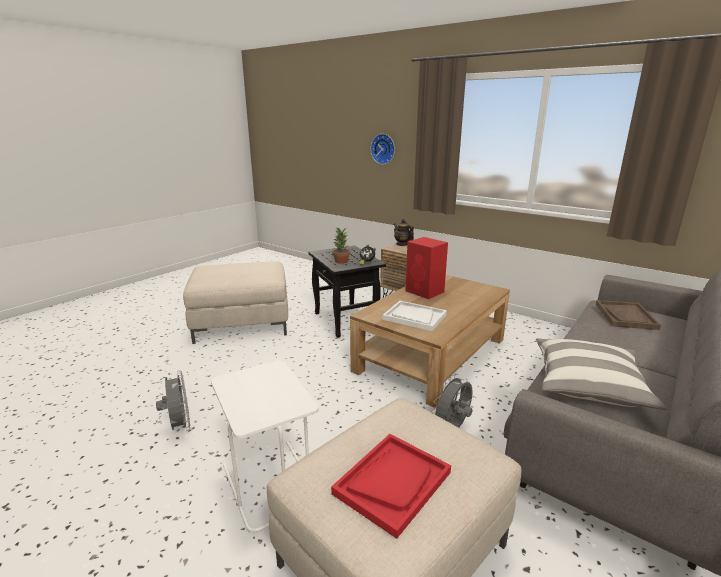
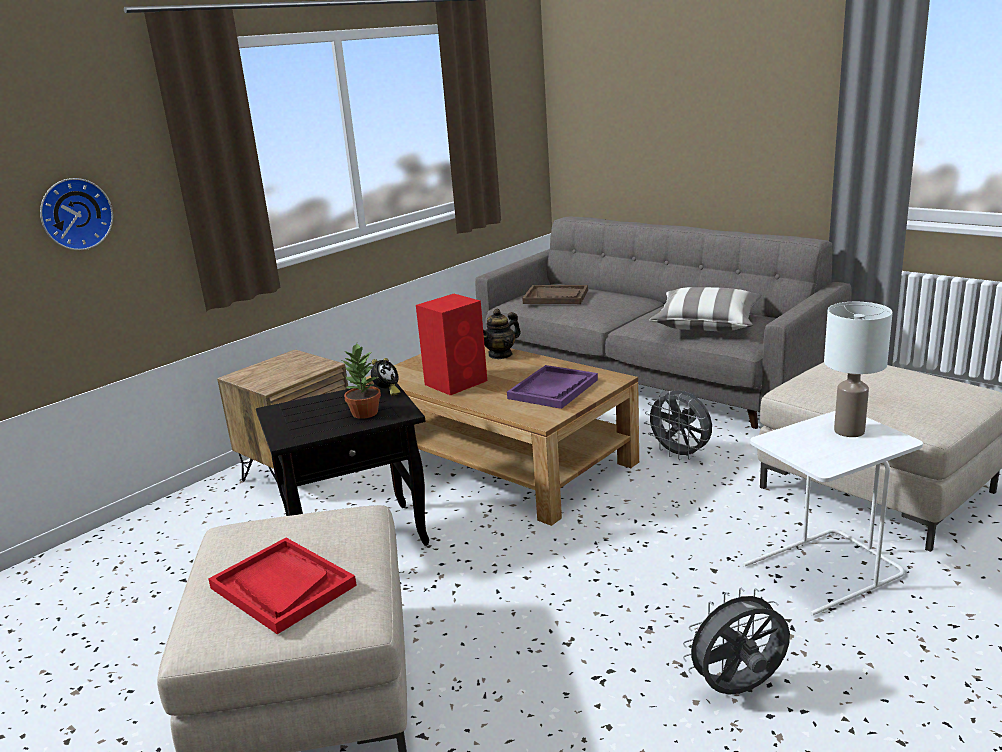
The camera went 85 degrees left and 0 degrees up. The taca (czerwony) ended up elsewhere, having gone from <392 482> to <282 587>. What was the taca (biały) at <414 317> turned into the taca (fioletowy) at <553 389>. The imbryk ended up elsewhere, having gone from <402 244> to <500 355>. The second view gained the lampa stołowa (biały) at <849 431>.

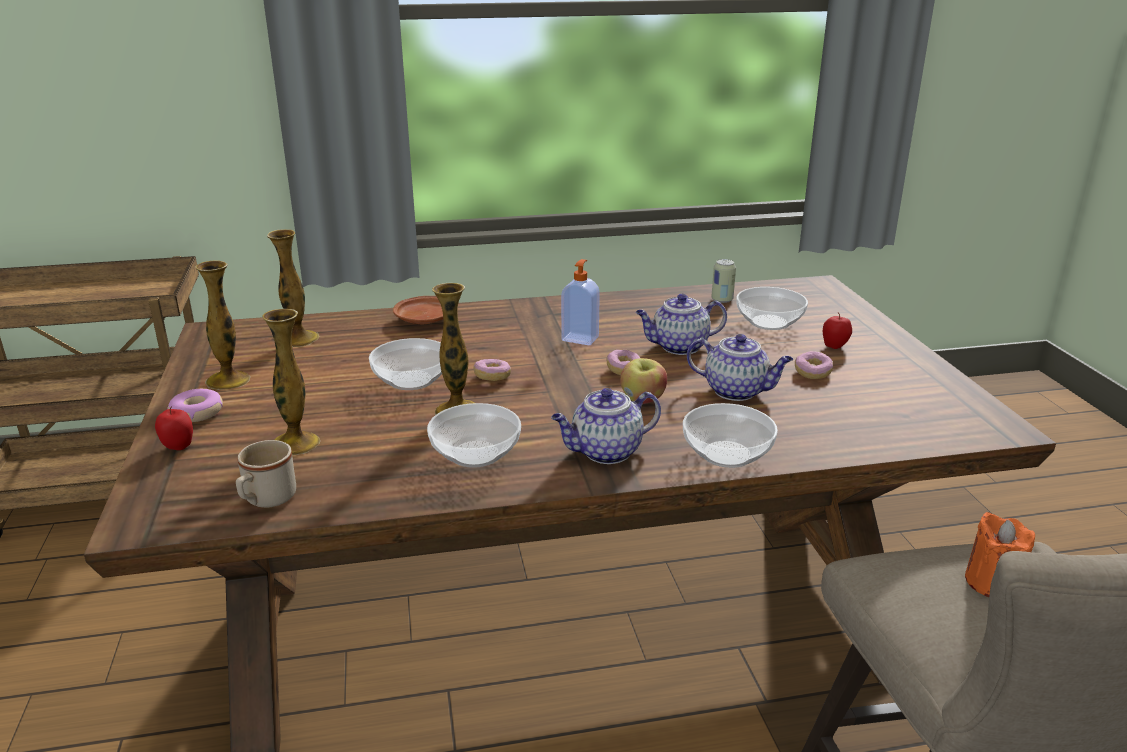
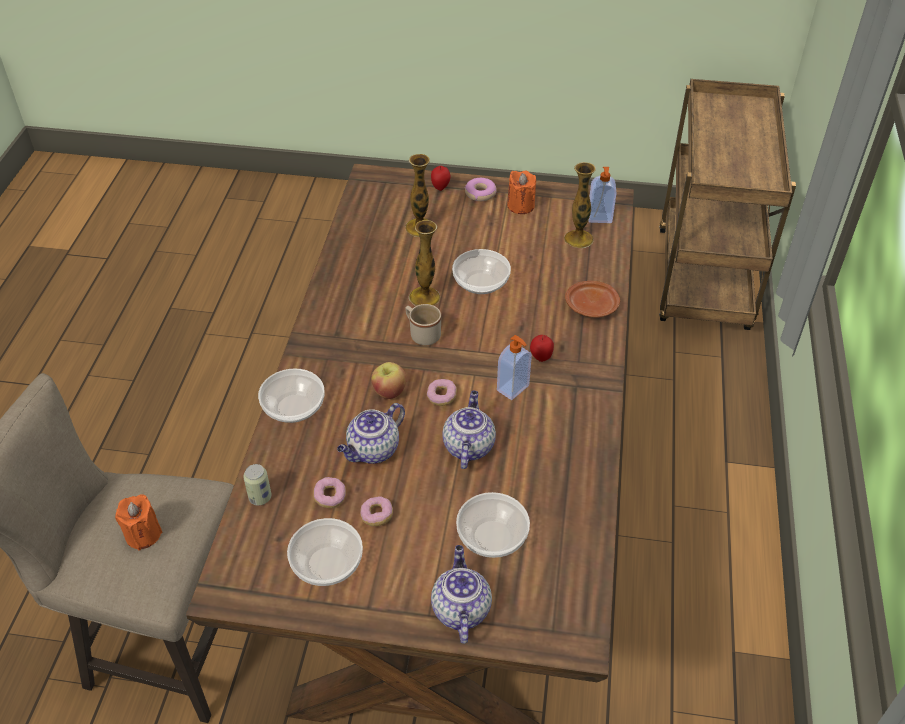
The camera went 110 degrees right and 20 degrees up. Where the wazon stood at <228 380>, the świeca (pomarańczowy) came to stand at <520 205>. The kubek (beżowy) ended up elsewhere, having gone from <266 500> to <422 334>. The miska ended up elsewhere, having gone from <475 455> to <326 563>. The donut ended up elsewhere, having gone from <492 377> to <330 497>. The imbryk ended up elsewhere, having gone from <605 452> to <460 609>. The puszka ended up elsewhere, having gone from <722 300> to <260 497>. The jabłko ended up elsewhere, having gone from <834 347> to <540 358>. The second view gained the dozownik mydła at <599 218>.

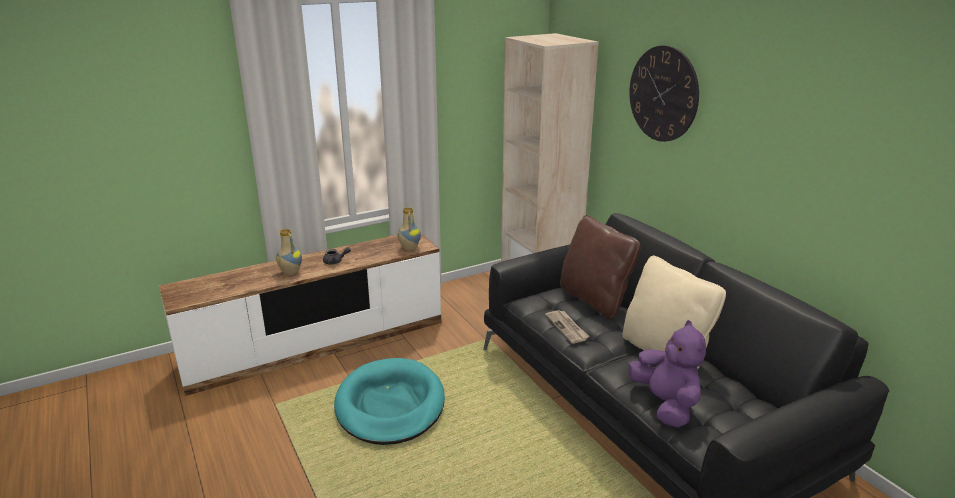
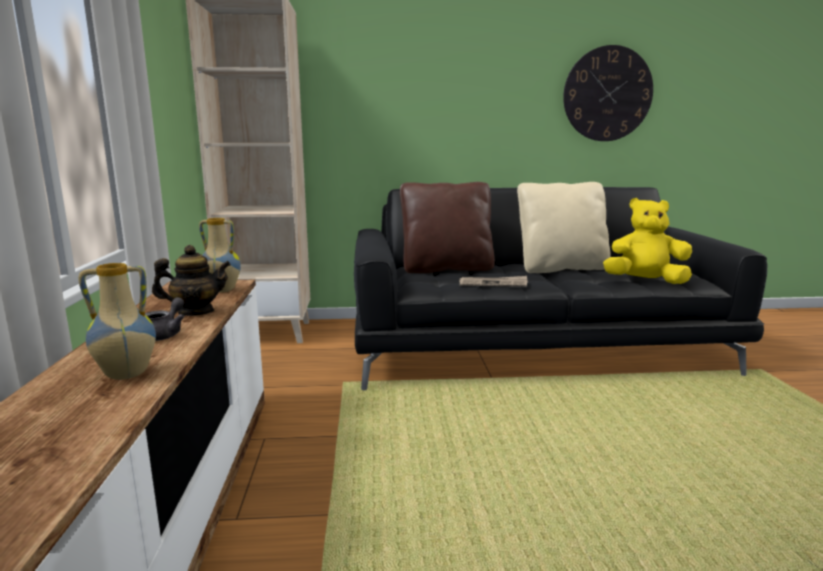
The camera went 65 degrees left and 10 degrees down. The second view lost the legowisko (turkusowy) at <390 405>. The zegar ścienny ended up elsewhere, having gone from <663 94> to <607 94>. What was the pluszak (fioletowy) at <665 404> turned into the pluszak (żółty) at <644 282>. The second view gained the imbryk at <196 312>.

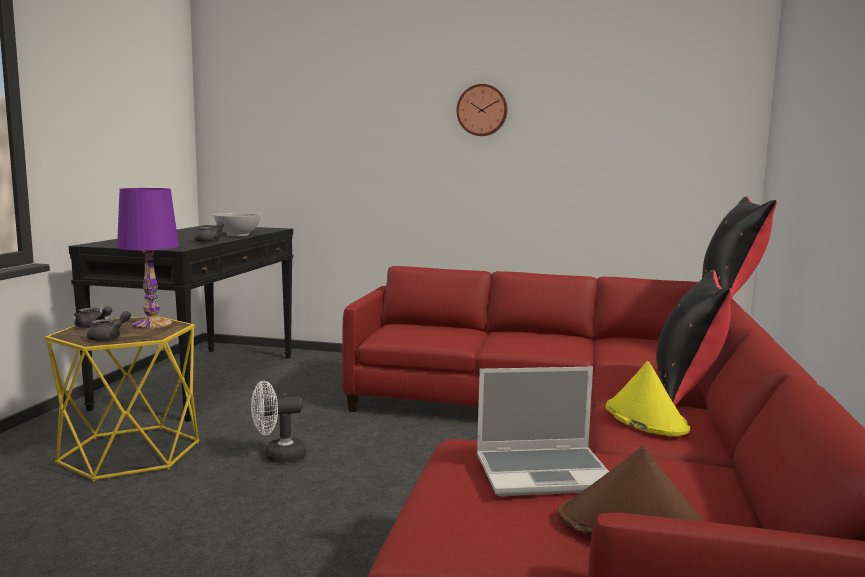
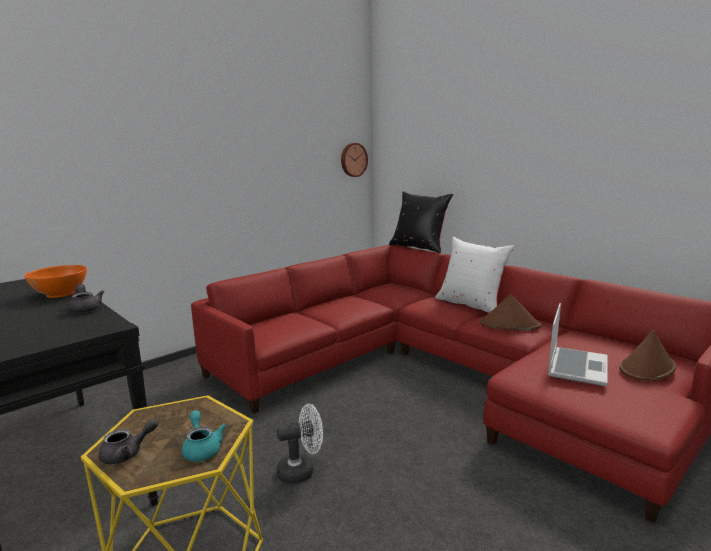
The camera went 55 degrees left and 5 degrees up. What was the imbryk (szary) at <109 338> turned into the imbryk (turkusowy) at <202 448>. The second view lost the lampa stołowa (fioletowy) at <151 324>. What was the miska (biały) at <238 235> turned into the miska (pomarańczowy) at <61 294>. The wentylator (biały) at <278 456> ended up facing another way, 120 degrees counterclockwise from before. The zegar ścienny ended up elsewhere, having gone from <482 110> to <353 160>. What was the kapelusz (żółty) at <645 418> turned into the kapelusz (brązowy) at <509 325>. What was the poduszka (czarny) at <687 389> turned into the poduszka (biały) at <471 305>.

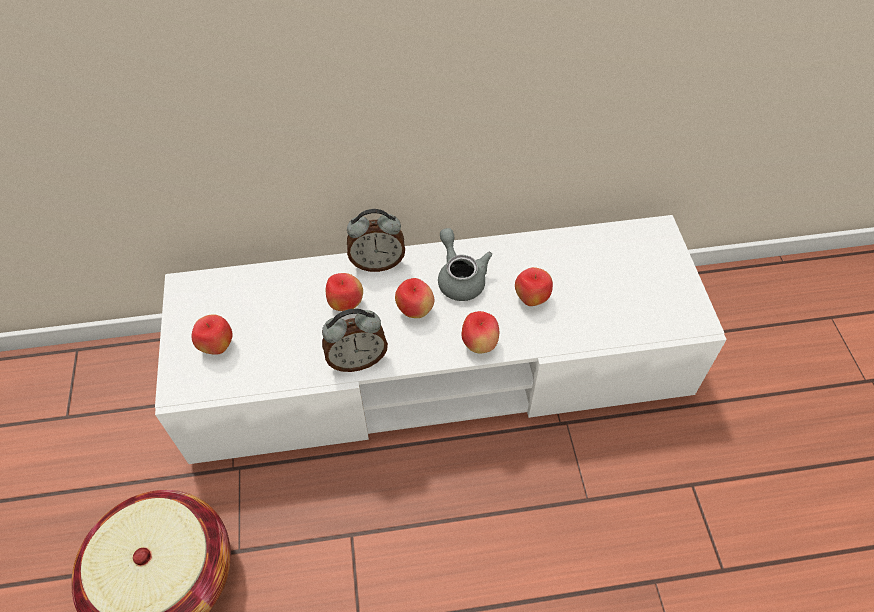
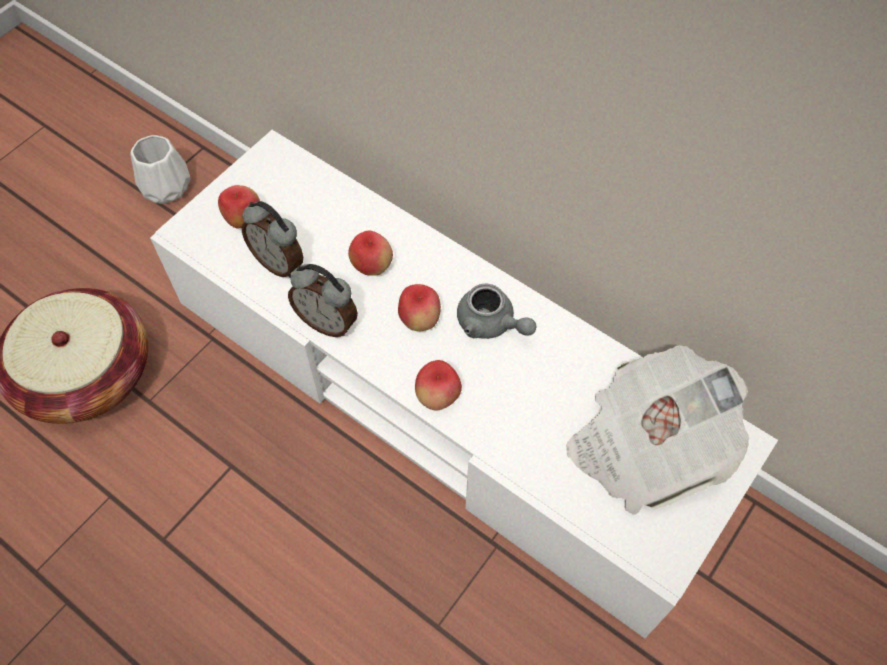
The camera went 45 degrees right and 5 degrees up. The budzik ended up elsewhere, having gone from <377 263> to <279 262>. The imbryk (szary) at <460 277> ended up facing another way, 105 degrees clockwise from before. The second view lost the jabłko at <531 298>. The second view gained the wazon (biały) at <167 188>. The second view gained the gazeta at <646 446>.

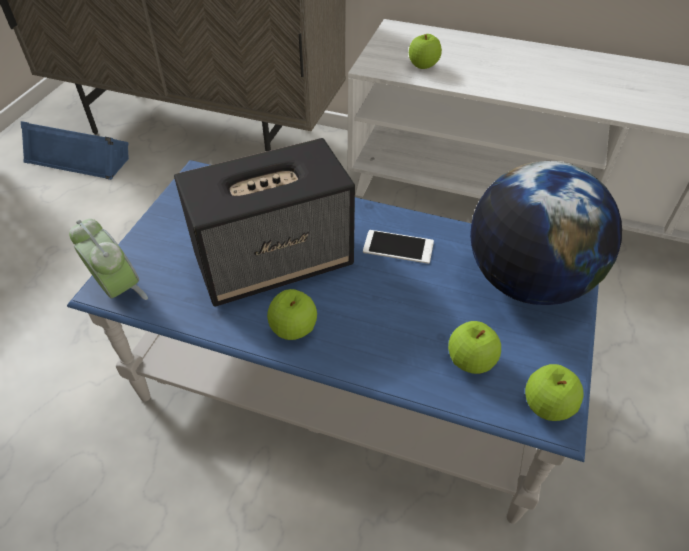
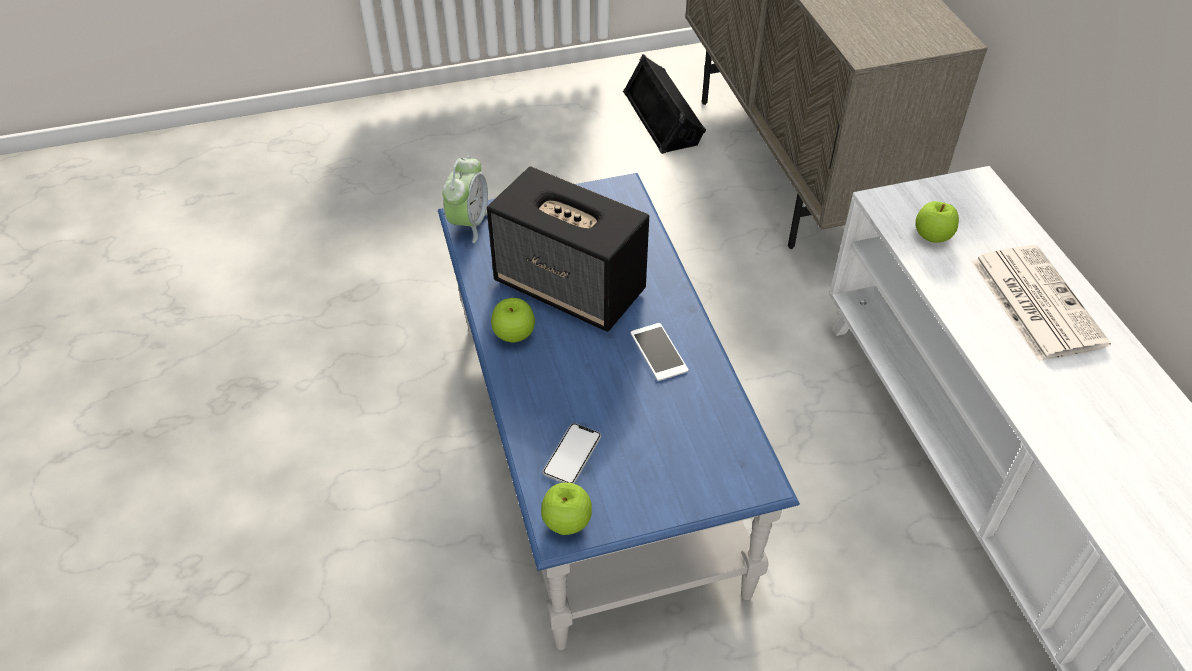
The camera went 55 degrees right and 0 degrees up. What was the głośnik (niebieski) at <79 157> turned into the głośnik (czarny) at <664 116>. Where the jabłko stood at <470 361>, the telefon came to stand at <572 455>. The second view lost the globus at <526 281>. The second view gained the gazeta at <1034 302>.

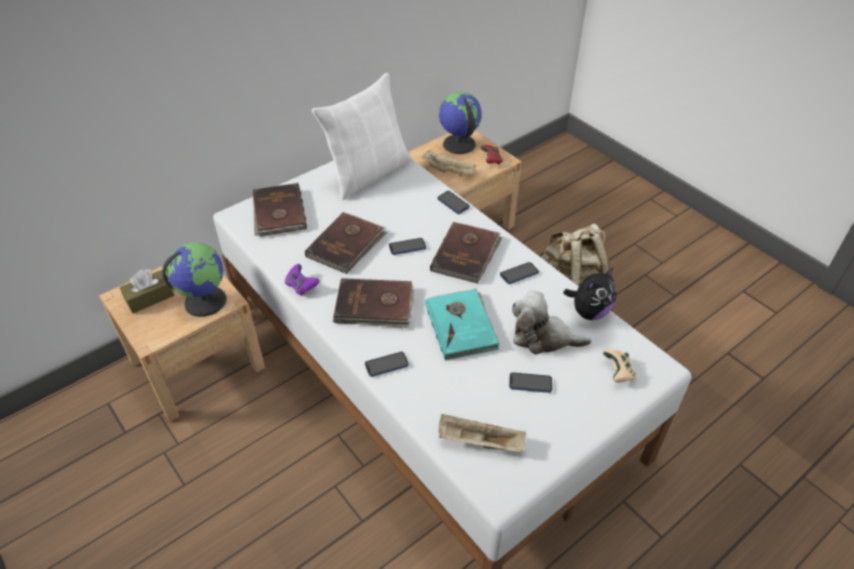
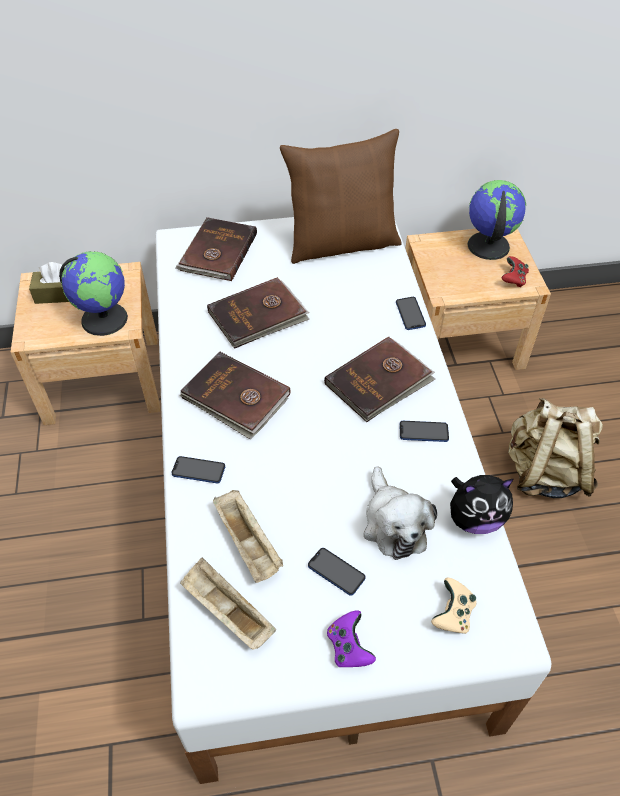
The camera went 30 degrees right and 5 degrees up. The pad do gier (fioletowy) ended up elsewhere, having gone from <301 286> to <349 646>. What was the poduszka (biały) at <368 173> turned into the poduszka (brązowy) at <342 242>. The second view lost the telefon at <407 247>. The taca (beżowy) ended up elsewhere, having gone from <449 171> to <249 544>. The second view lost the książka (turkusowy) at <462 325>. The pluszak at <543 337> ended up facing another way, 150 degrees counterclockwise from before.

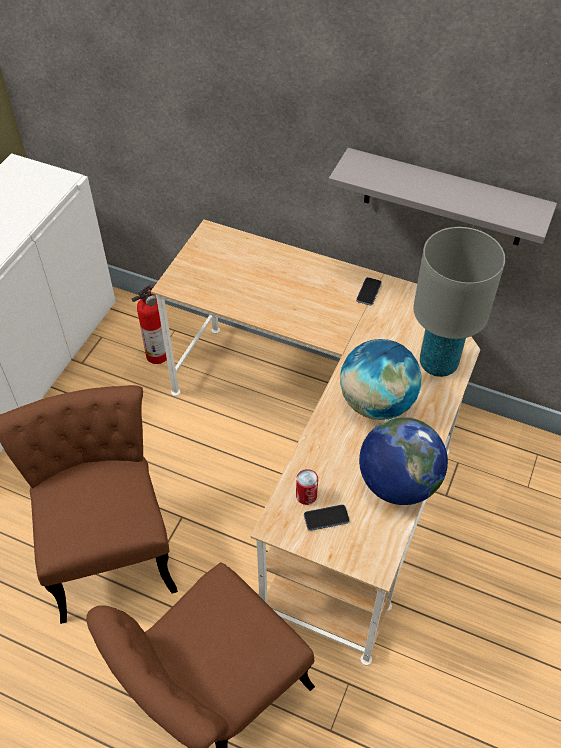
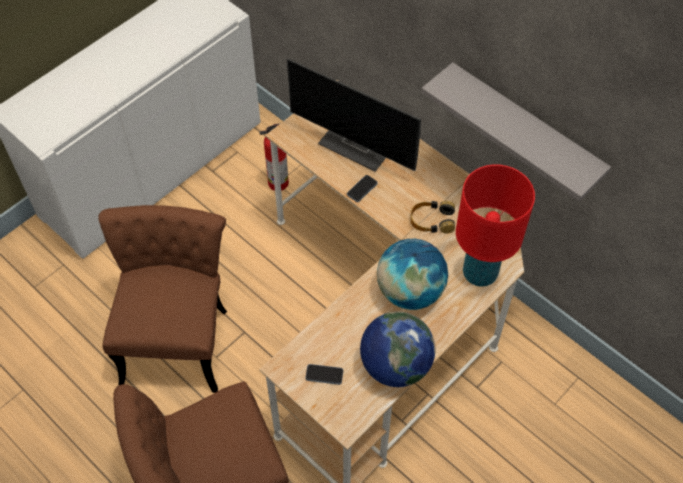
The camera went 20 degrees right and 5 degrees up. The second view lost the puszka at <306 495>. The telefon ended up elsewhere, having gone from <368 292> to <362 189>. What was the lampa stołowa (szary) at <438 363> turned into the lampa stołowa (czerwony) at <480 273>. The second view gained the monitor at <359 145>. The second view gained the słuchawki at <432 220>.

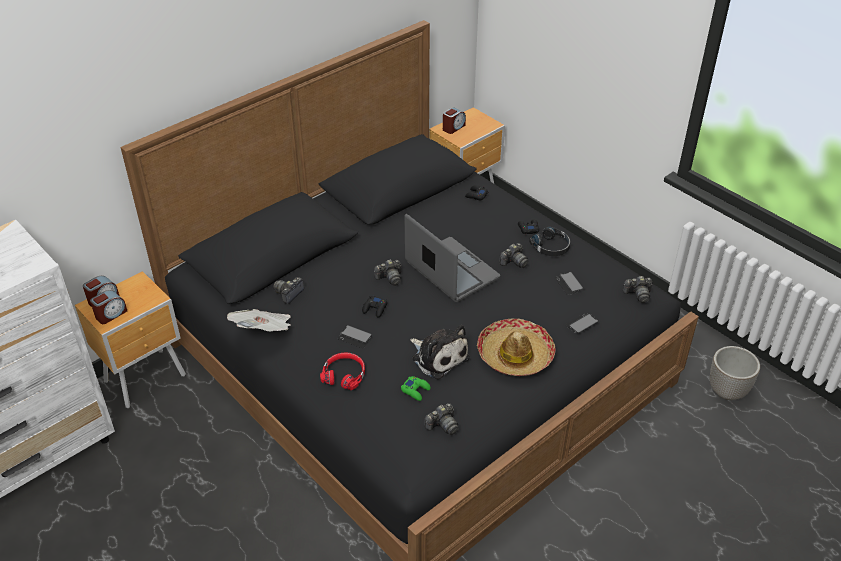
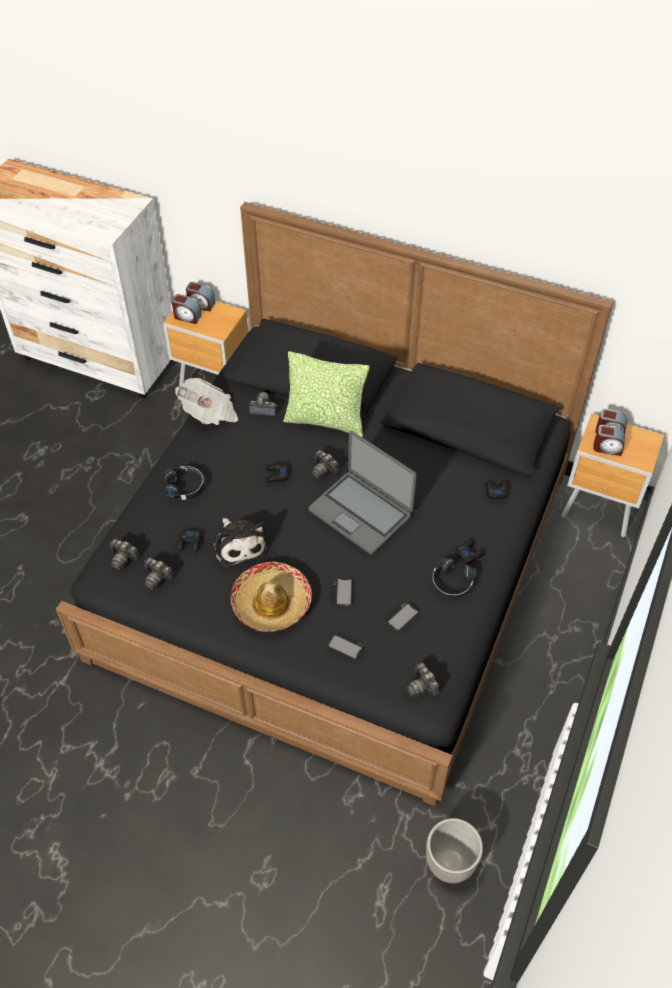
The camera went 65 degrees right and 10 degrees up. What was the słuchawki (czerwony) at <344 375> turned into the słuchawki (czarny) at <185 487>. The telefon ended up elsewhere, having gone from <355 337> to <341 593>. What was the pad do gier (zielony) at <416 390> turned into the pad do gier (czarny) at <189 543>. The laptop at <451 271> ended up facing another way, 105 degrees clockwise from before. The pluszak at <438 357> ended up facing another way, 45 degrees counterclockwise from before. The aparat fotograficzny ended up elsewhere, having gone from <514 262> to <123 558>. The second view gained the poduszka at <325 420>. The second view gained the budzik at <607 448>.

